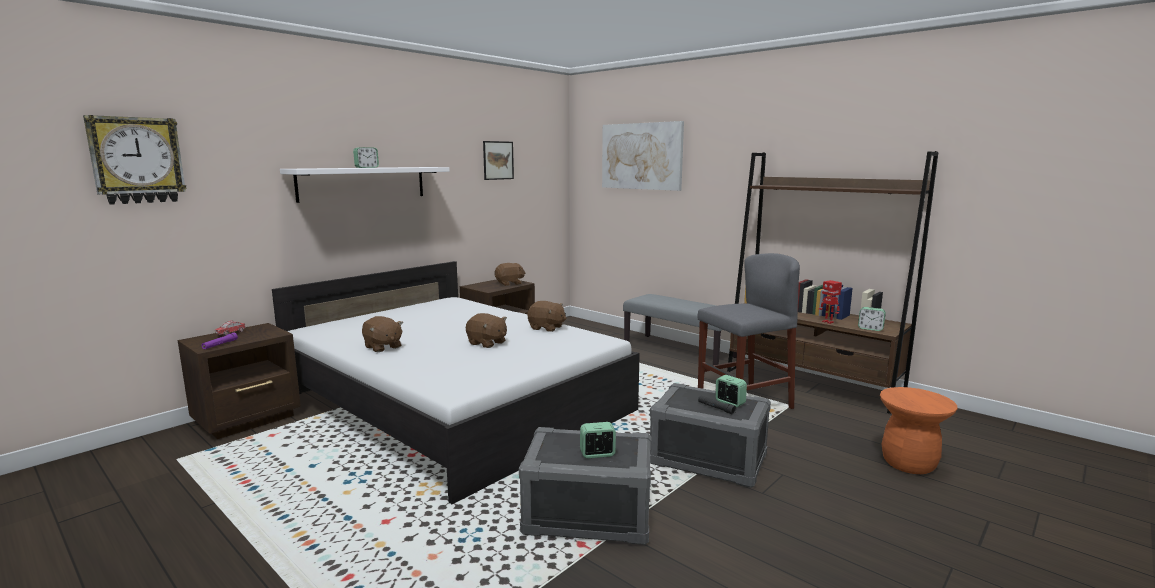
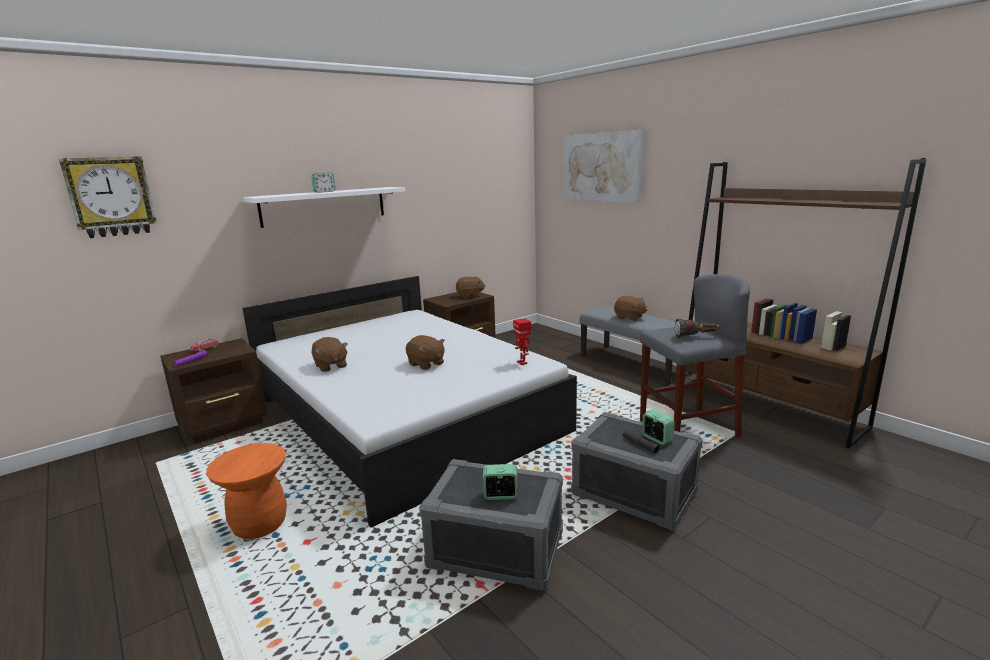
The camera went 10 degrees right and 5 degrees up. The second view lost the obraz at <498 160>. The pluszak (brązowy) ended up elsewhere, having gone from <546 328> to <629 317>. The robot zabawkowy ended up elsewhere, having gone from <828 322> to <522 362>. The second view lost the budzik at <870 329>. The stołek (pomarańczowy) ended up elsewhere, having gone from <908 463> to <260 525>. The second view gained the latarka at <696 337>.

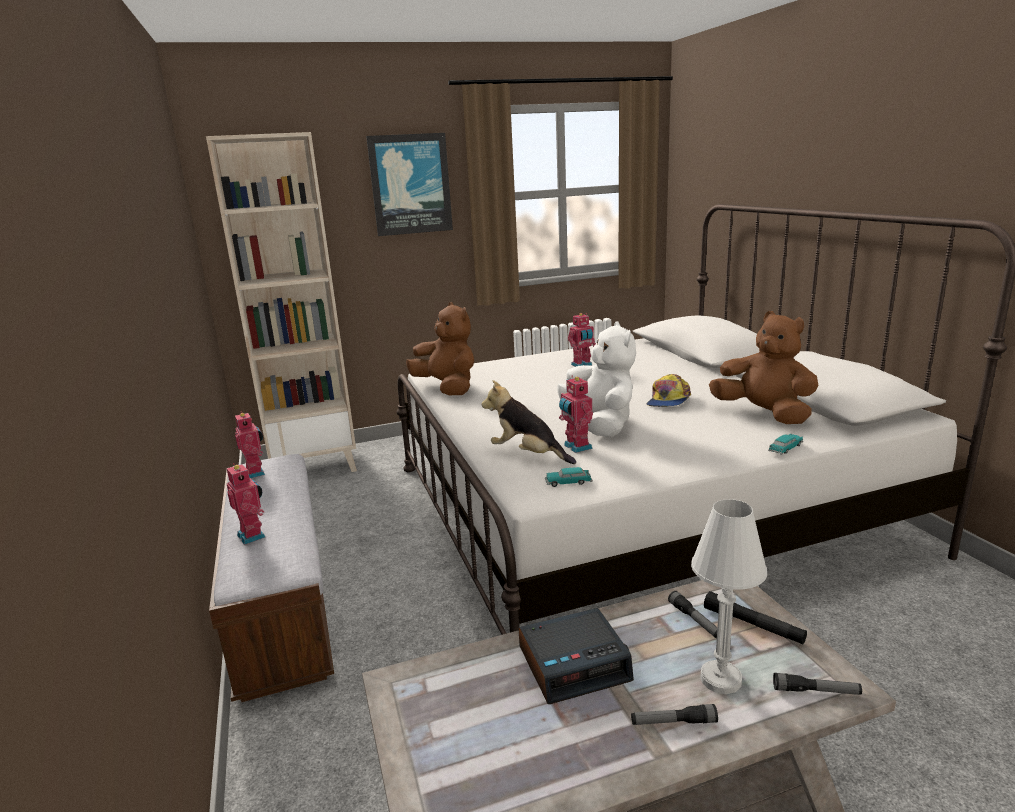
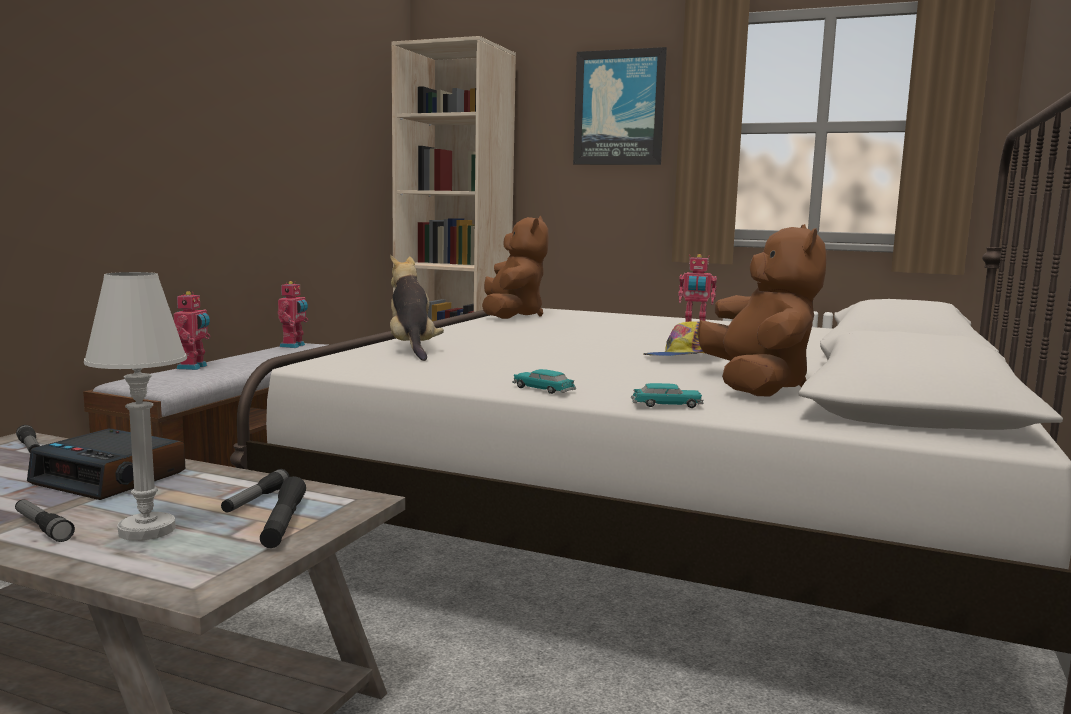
The camera went 40 degrees right and 10 degrees down. The samochodzik ended up elsewhere, having gone from <568 482> to <543 389>. The second view lost the pluszak (biały) at <600 424>. The second view lost the robot zabawkowy at <576 447>. The latarka ended up elsewhere, having gone from <816 691> to <30 448>.

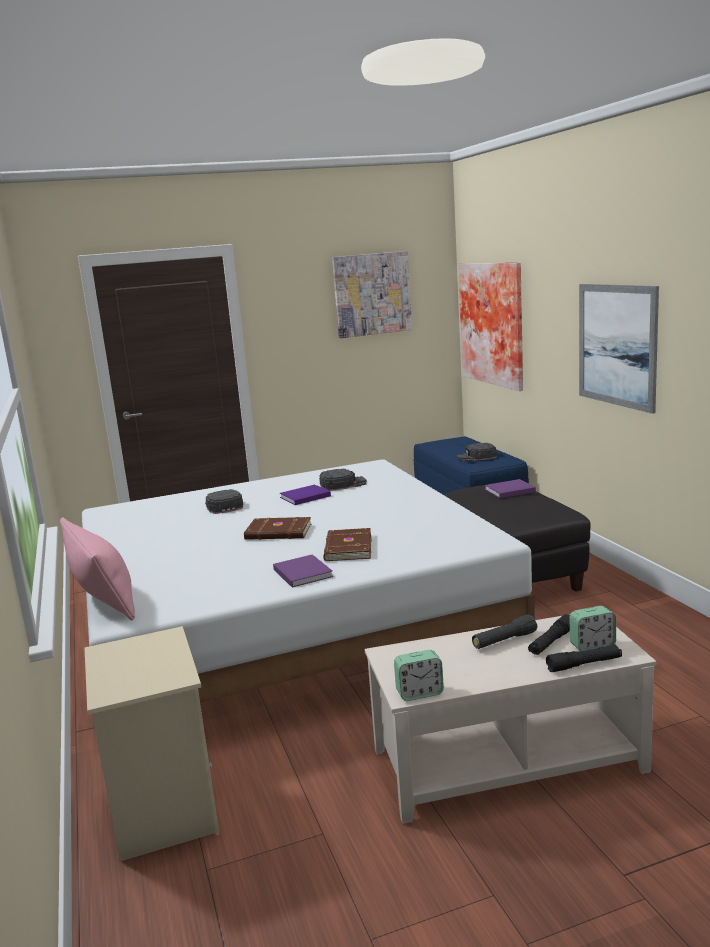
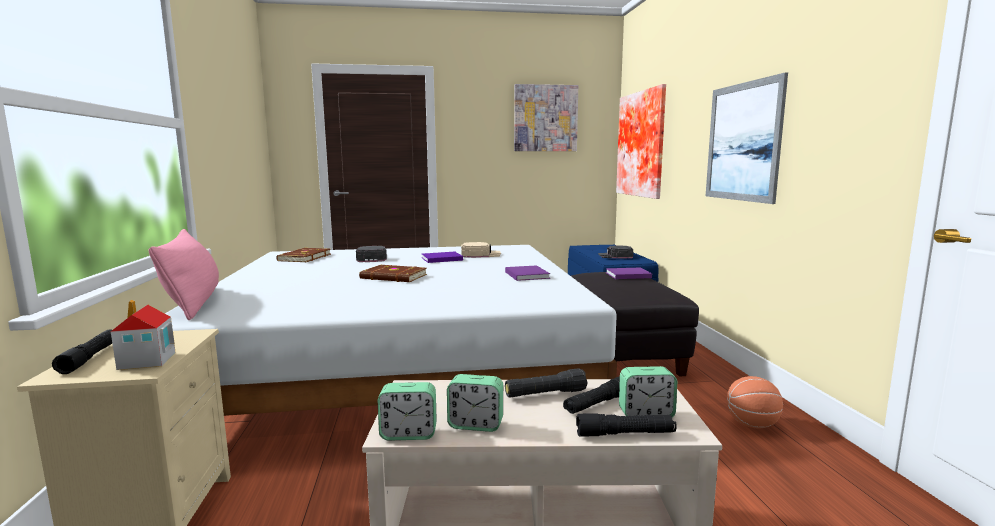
The camera went 10 degrees right and 5 degrees down. The książka (fioletowy) ended up elsewhere, having gone from <302 572> to <526 274>. What was the czapka z daszkiem (czarny) at <342 484> turned into the czapka z daszkiem (beżowy) at <480 254>. The książka (brązowy) ended up elsewhere, having gone from <347 548> to <303 257>. The second view gained the latarka (czarny) at <90 357>. The second view gained the domek at <147 361>. The second view gained the budzik at <475 424>. The second view gained the piłka do koszykówki at <752 424>.

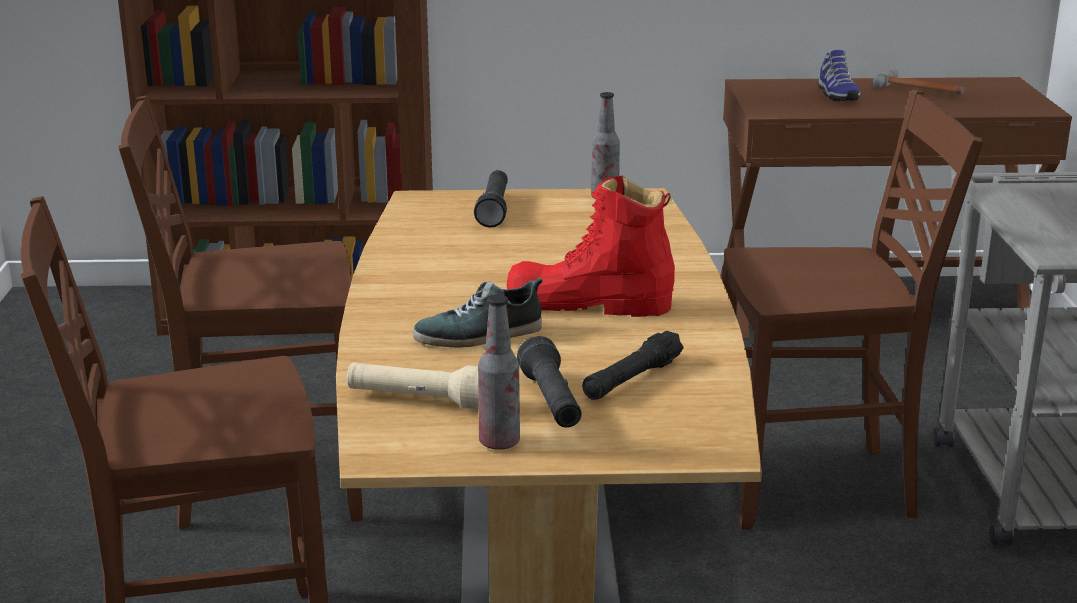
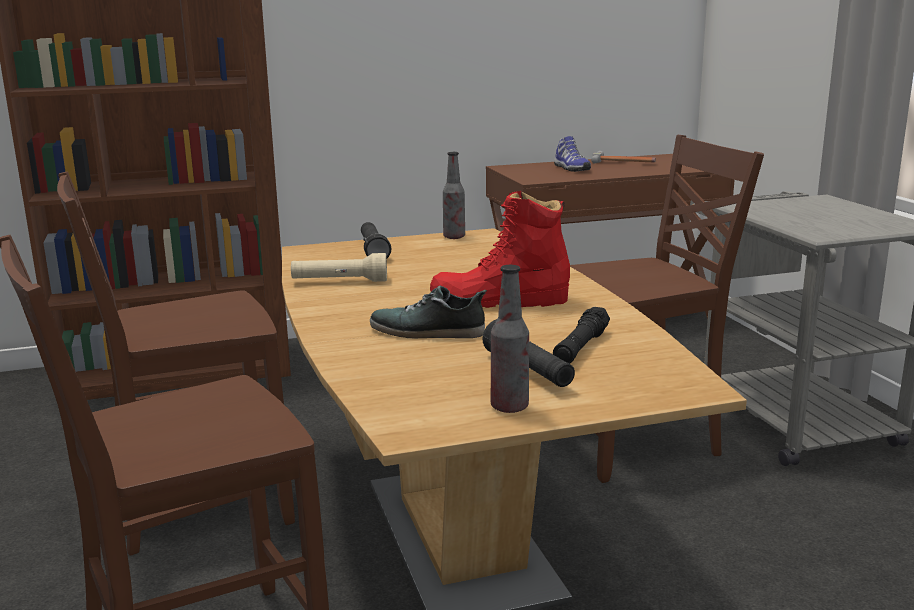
The camera went 15 degrees left and 5 degrees down. The latarka (beżowy) ended up elsewhere, having gone from <418 400> to <340 282>. The but at <479 335> ended up facing another way, 45 degrees clockwise from before.

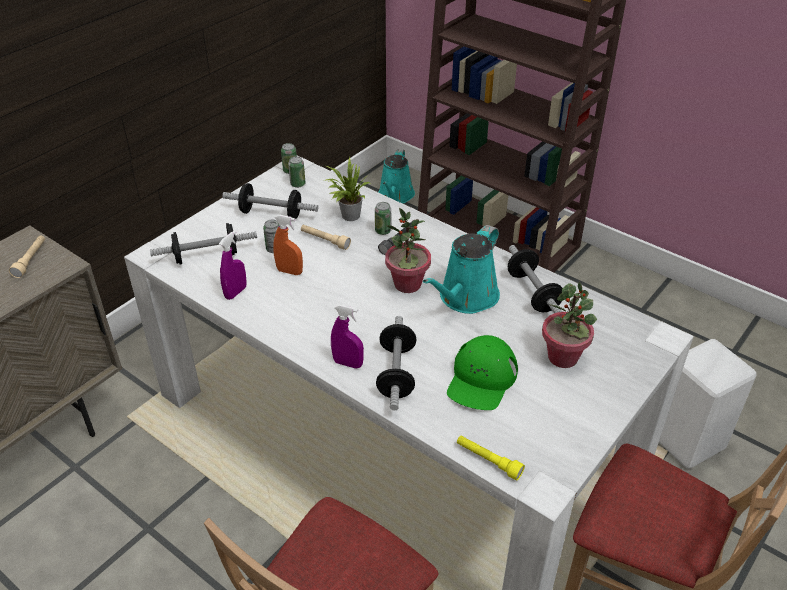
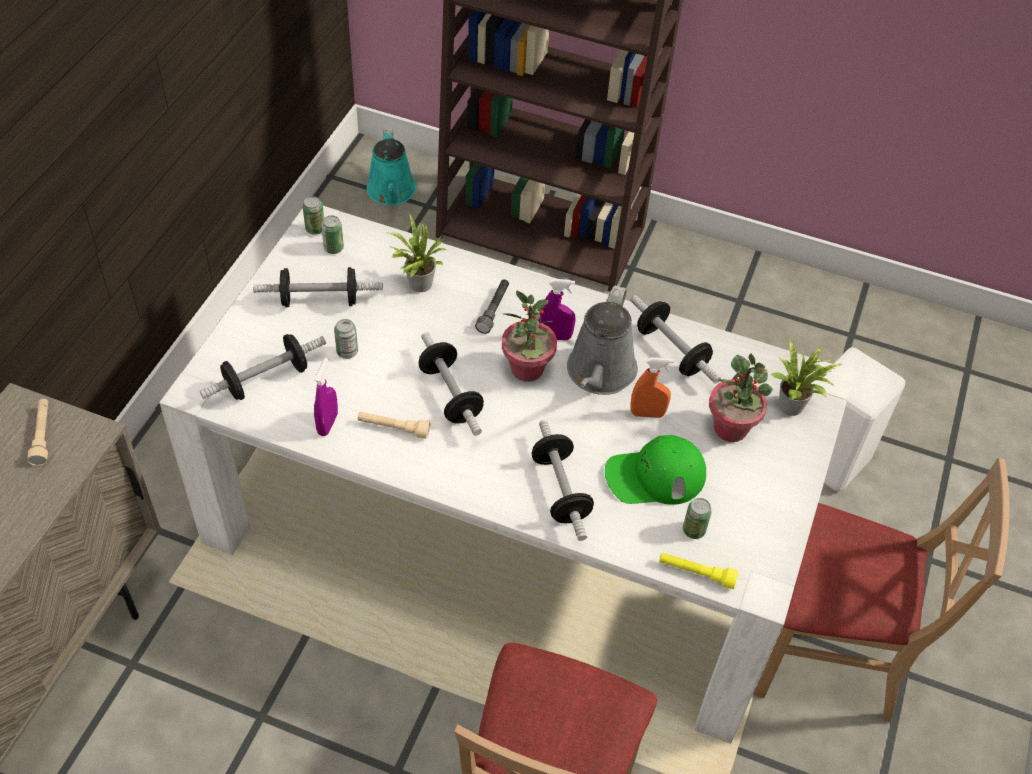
The camera went 20 degrees left and 10 degrees up. The spryskiwacz (pomarańczowy) ended up elsewhere, having gone from <289 271> to <647 413>. The latarka (beżowy) ended up elsewhere, having gone from <325 241> to <393 428>. The spryskiwacz (fioletowy) ended up elsewhere, having gone from <348 363> to <555 336>. The puszka ended up elsewhere, having gone from <383 231> to <693 530>. What was the konewka (turkusowy) at <465 298> turned into the konewka (szary) at <600 374>. The czapka z daszkiem (zielony) at <481 379> ended up facing another way, 75 degrees clockwise from before. The second view gained the hantel at <450 395>. The second view gained the roślina doniczkowa at <794 407>.

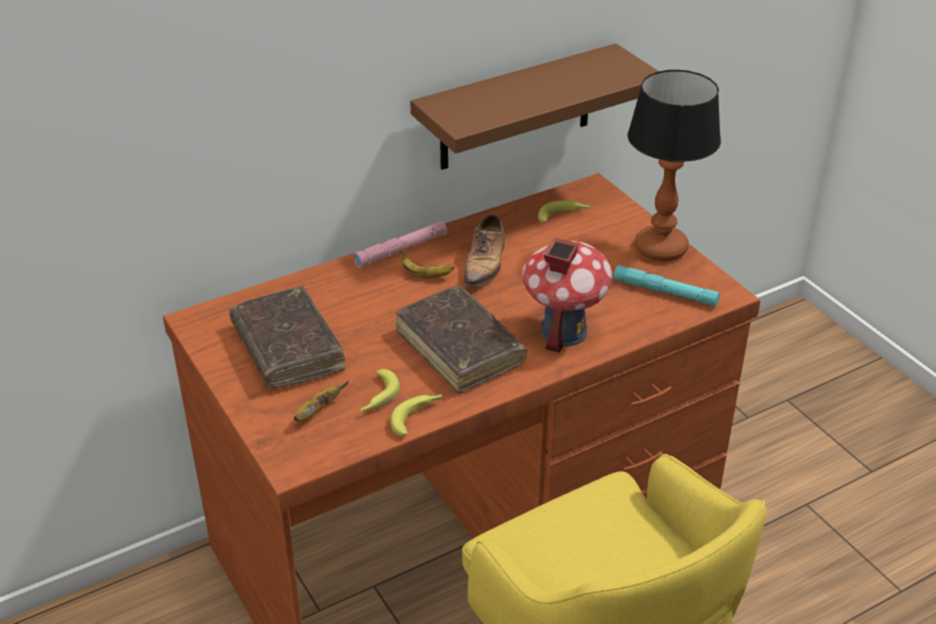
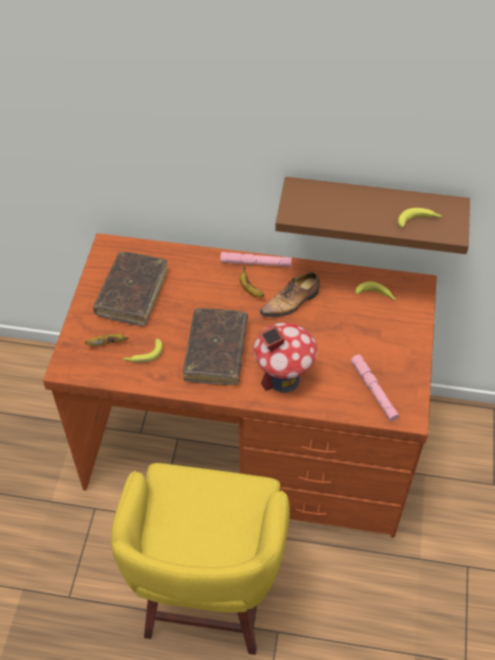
The camera went 40 degrees right and 15 degrees up. The banan ended up elsewhere, having gone from <417 417> to <419 221>. What was the latarka (turkusowy) at <665 292> turned into the latarka (różowy) at <374 390>. The second view lost the lampa stołowa at <659 248>.

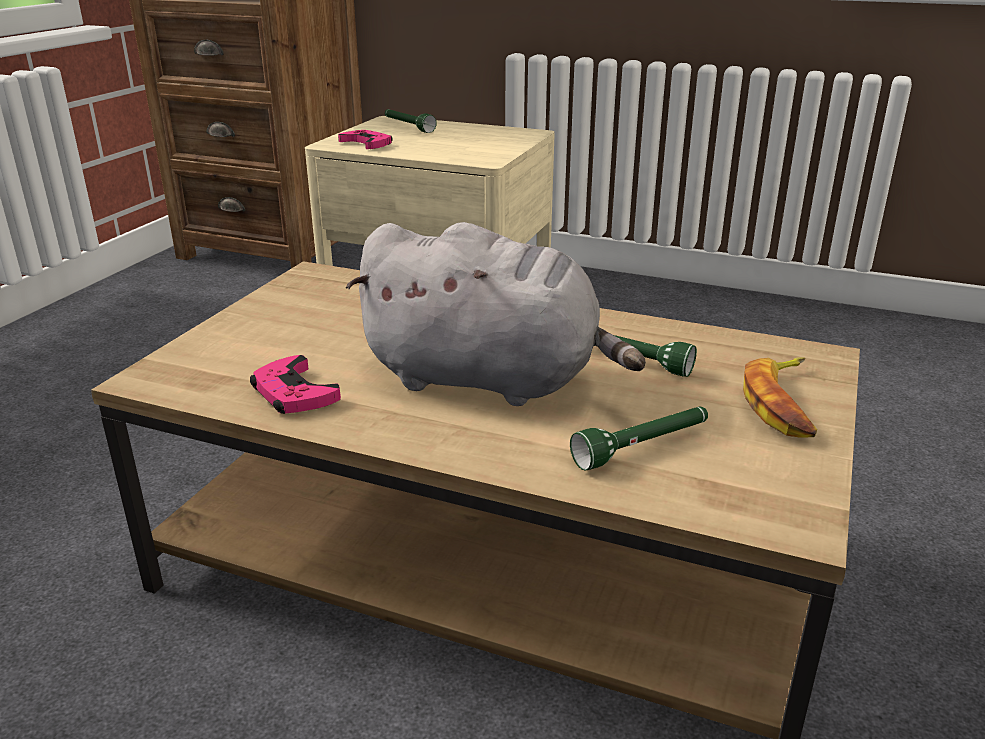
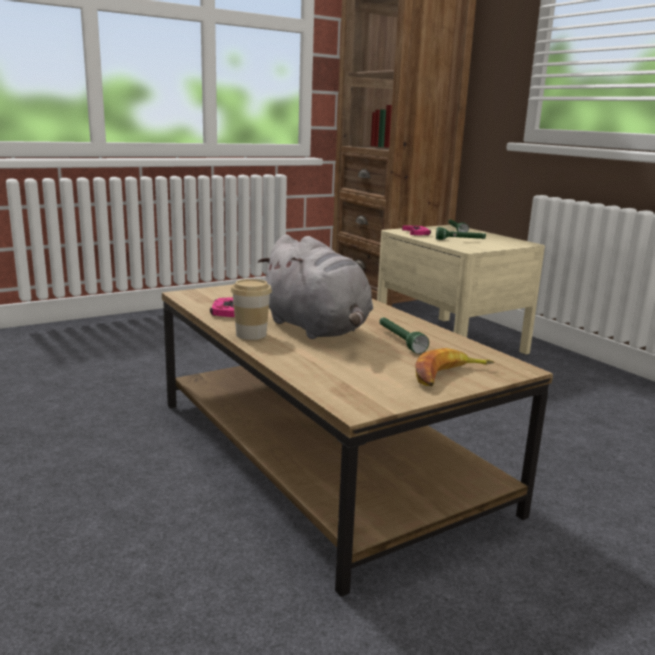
The camera went 35 degrees right and 10 degrees down. The latarka (zielony) ended up elsewhere, having gone from <642 448> to <460 240>. The second view gained the filiżanka at <251 334>.

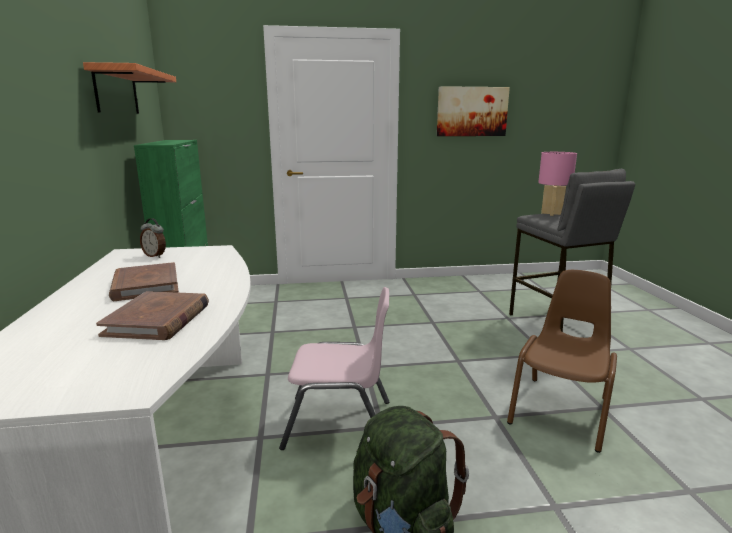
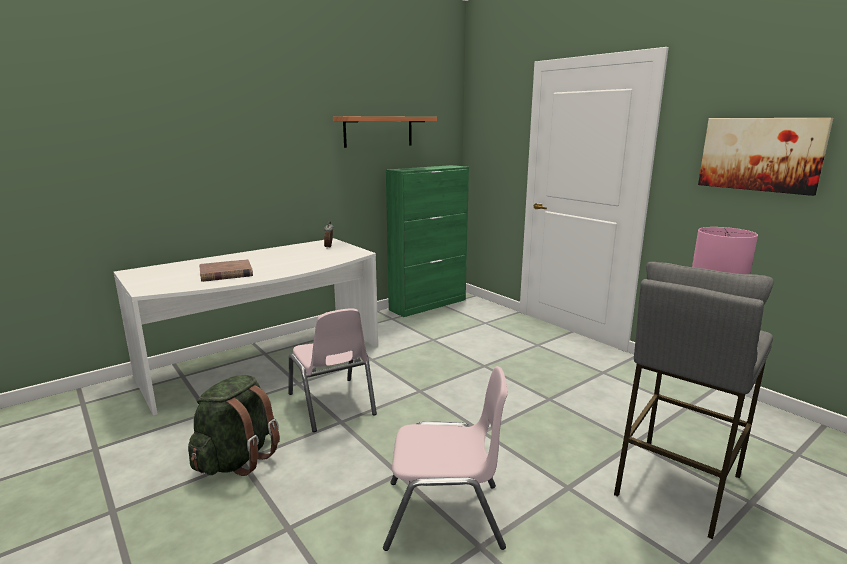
The camera went 60 degrees right and 0 degrees up. The second view lost the książka (brązowy) at <145 285>. What was the krzesło (brązowy) at <561 411> turned into the krzesło (różowy) at <444 515>.

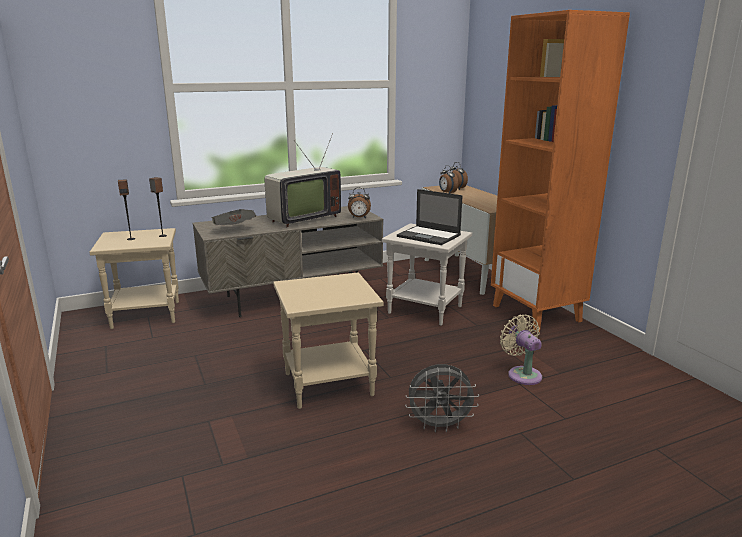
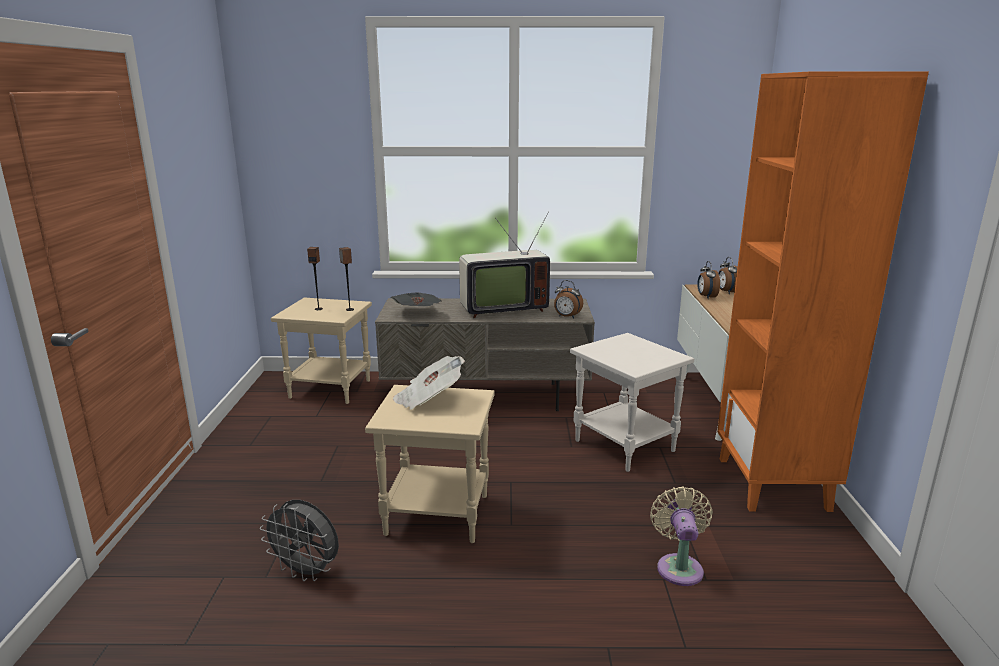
The camera went 25 degrees right and 0 degrees up. The second view lost the laptop at <429 236>. The wentylator (szary) ended up elsewhere, having gone from <439 426> to <307 572>. The second view gained the gazeta at <428 399>.

